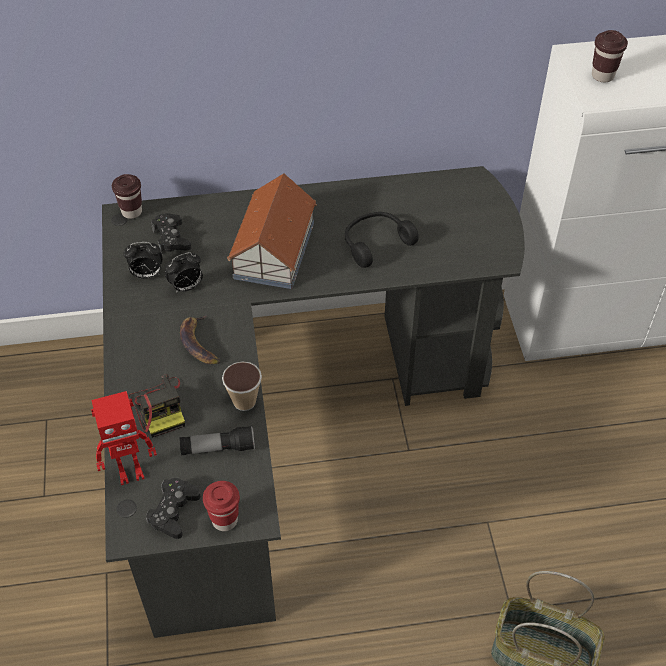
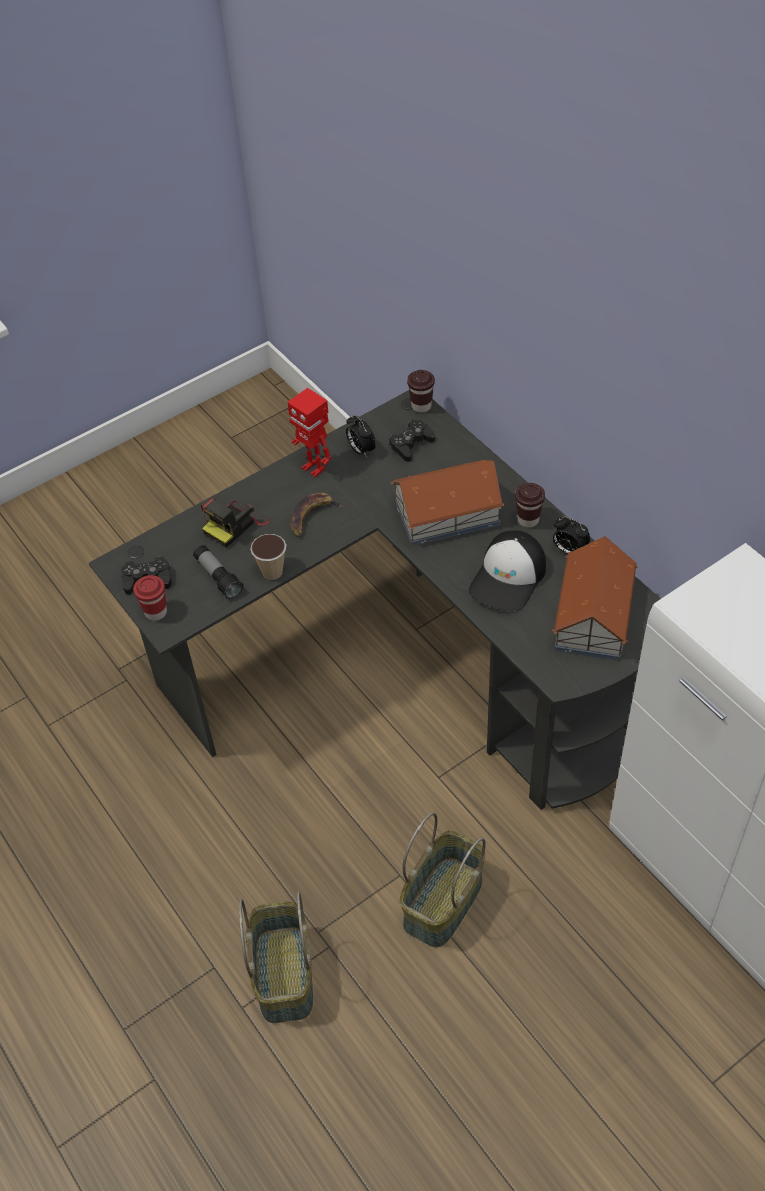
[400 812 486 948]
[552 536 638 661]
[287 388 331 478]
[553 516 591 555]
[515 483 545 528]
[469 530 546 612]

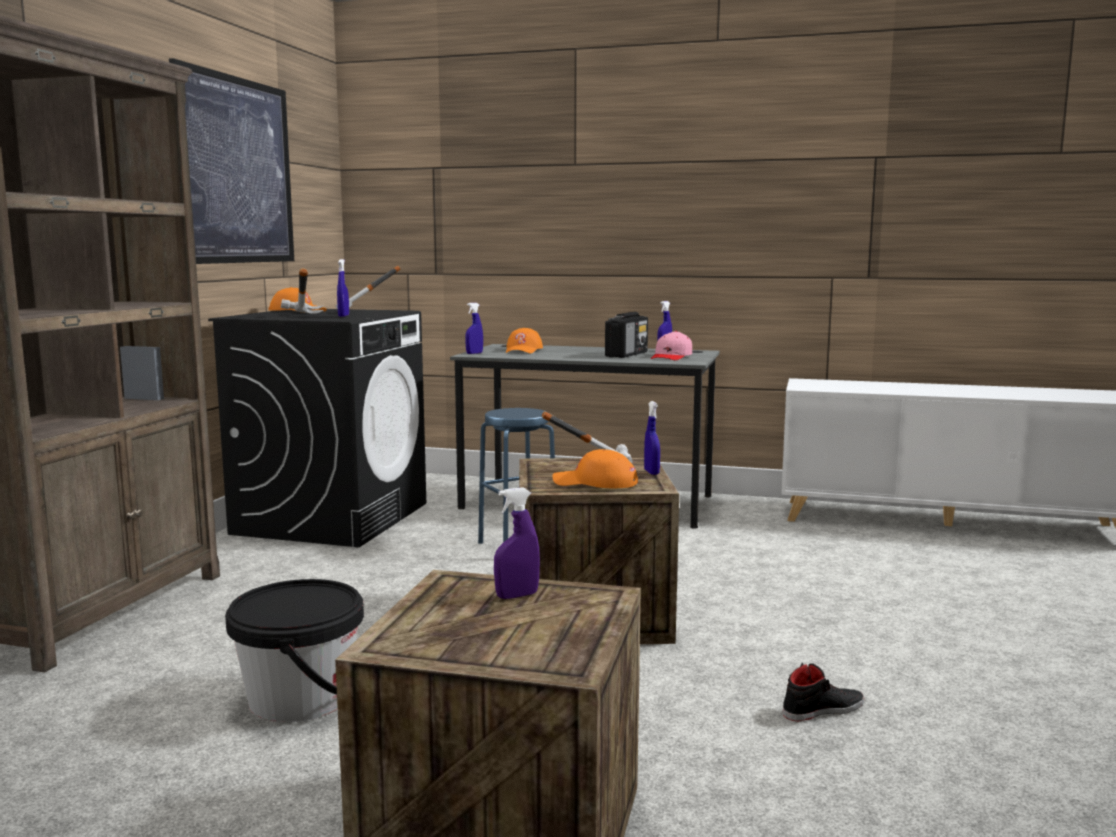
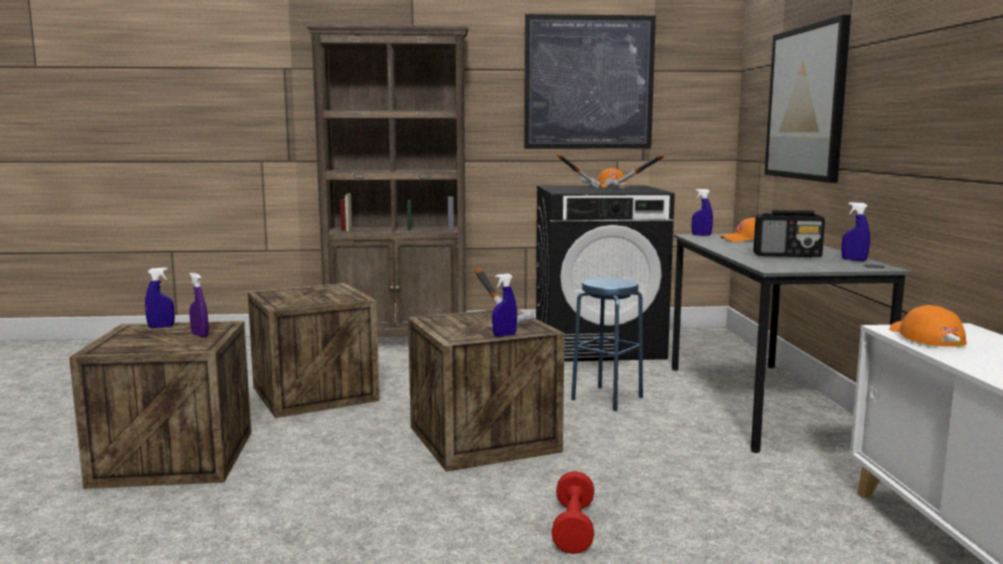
[651 331 692 360] (first image)
[783 663 864 722] (first image)
[552 471 594 554]
[764 15 851 183]
[145 267 175 328]
[889 305 966 347]
[248 283 380 418]

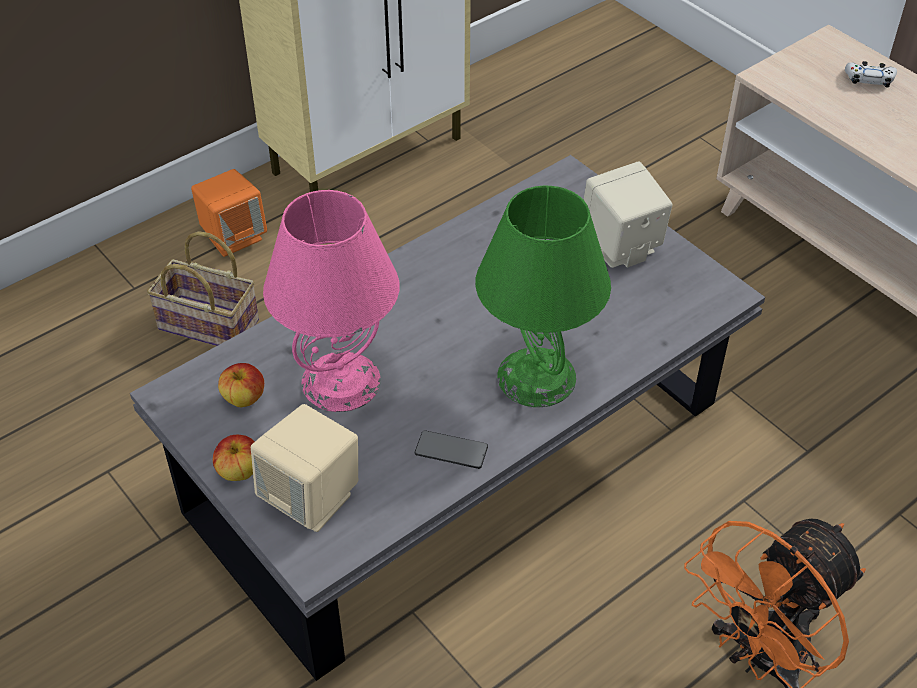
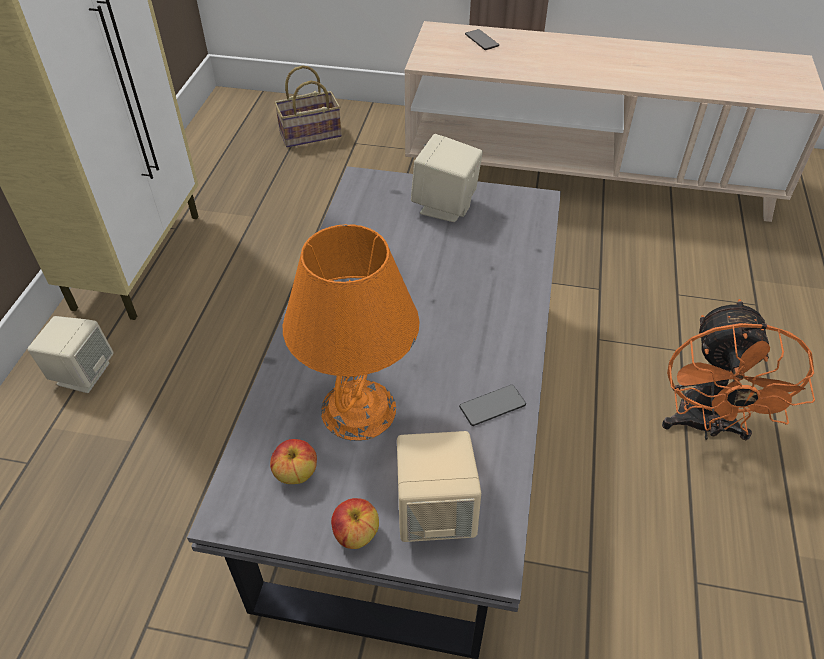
[475 186 611 407] (first image)
[274 65 342 148]
[465 29 499 50]
[27 316 114 393]
[283 224 420 441]

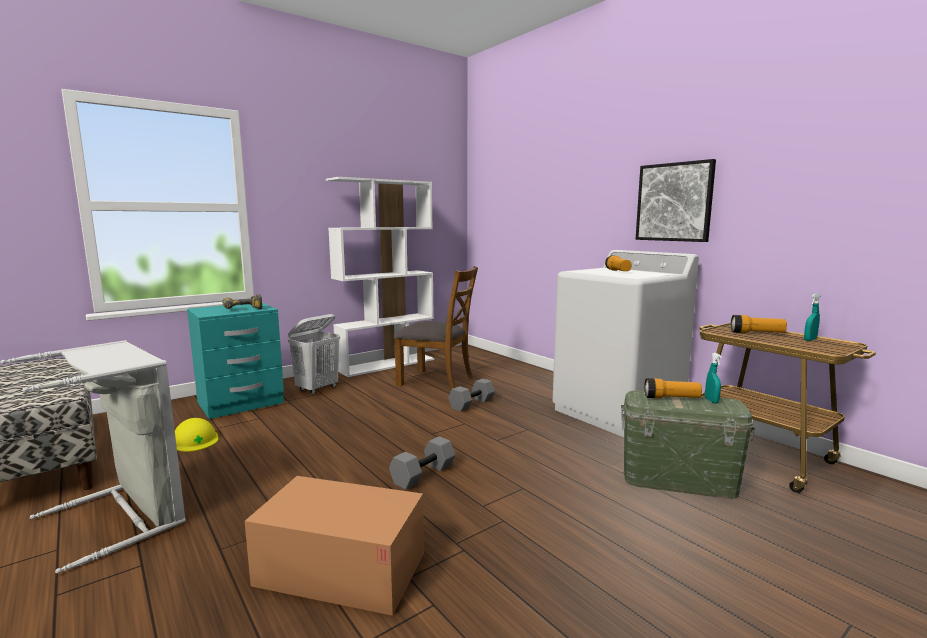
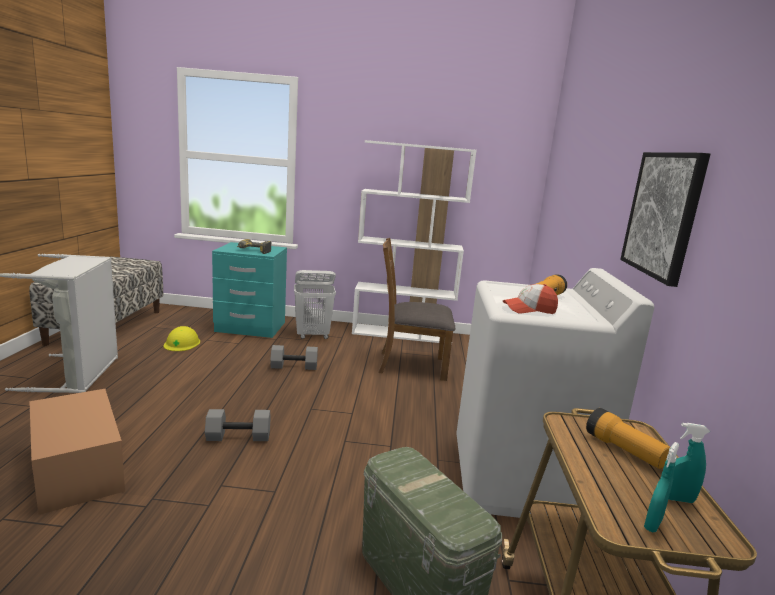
[644 378 702 398] (first image)
[503 284 558 314]
[270 345 318 370]
[644 442 679 532]
[378 238 456 381]

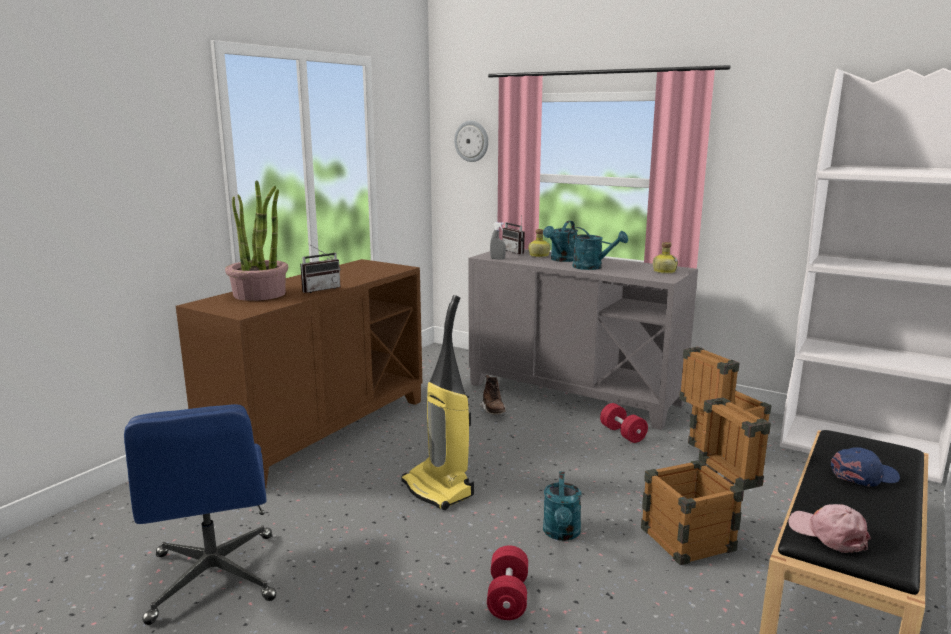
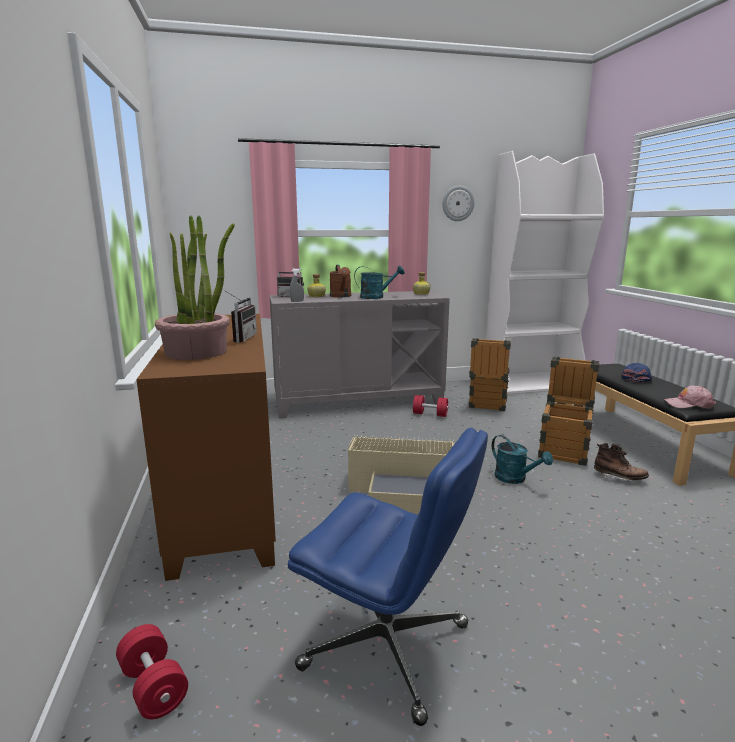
[443 186 474 221]
[594 443 649 482]
[116 624 188 719]
[348 435 454 515]
[329 265 351 297]

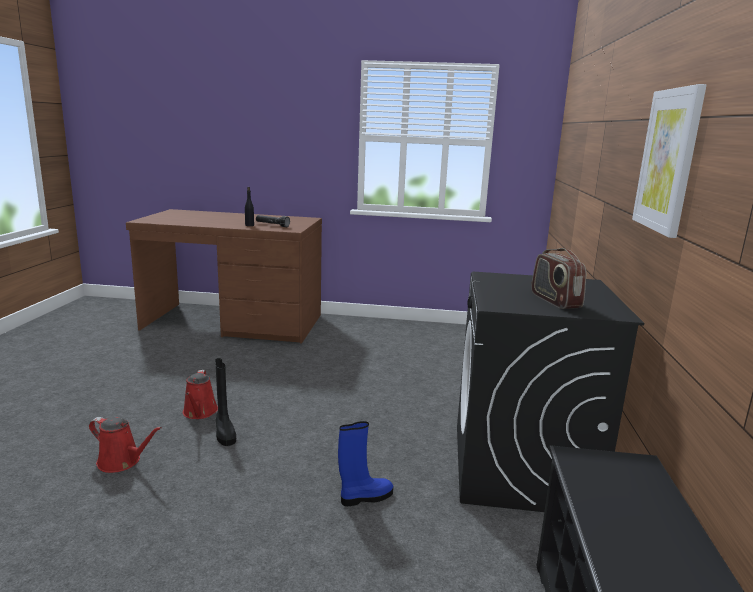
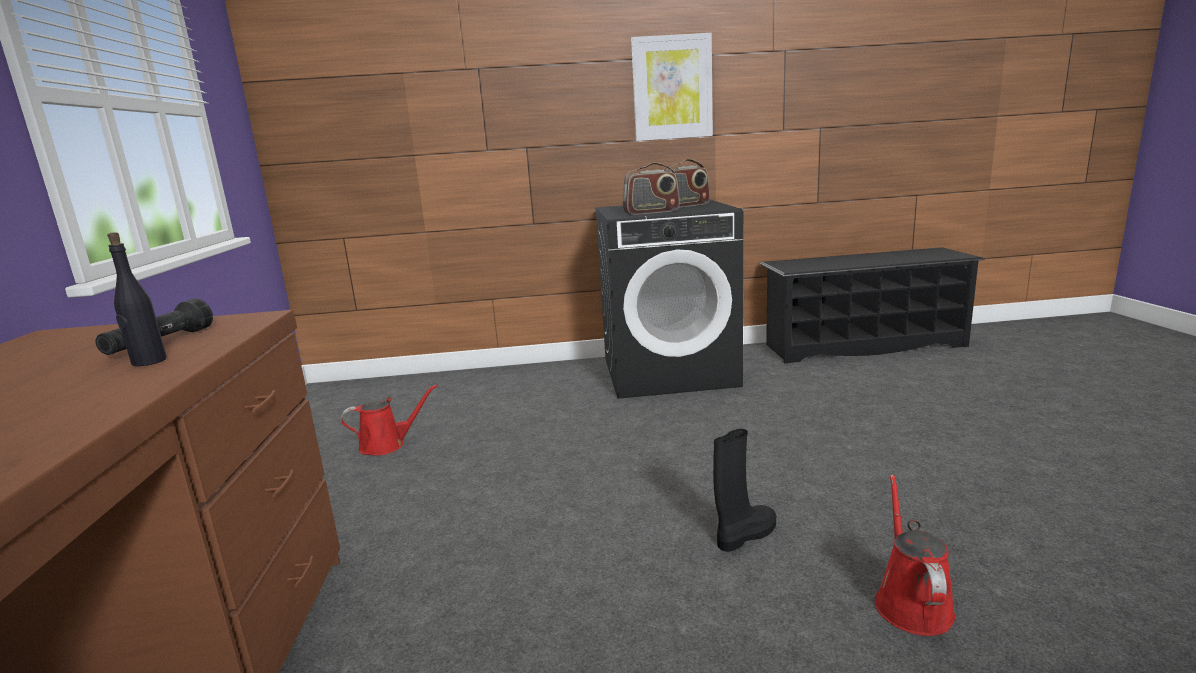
[338 421 394 506] (first image)
[623 162 680 215]
[341 384 437 456]

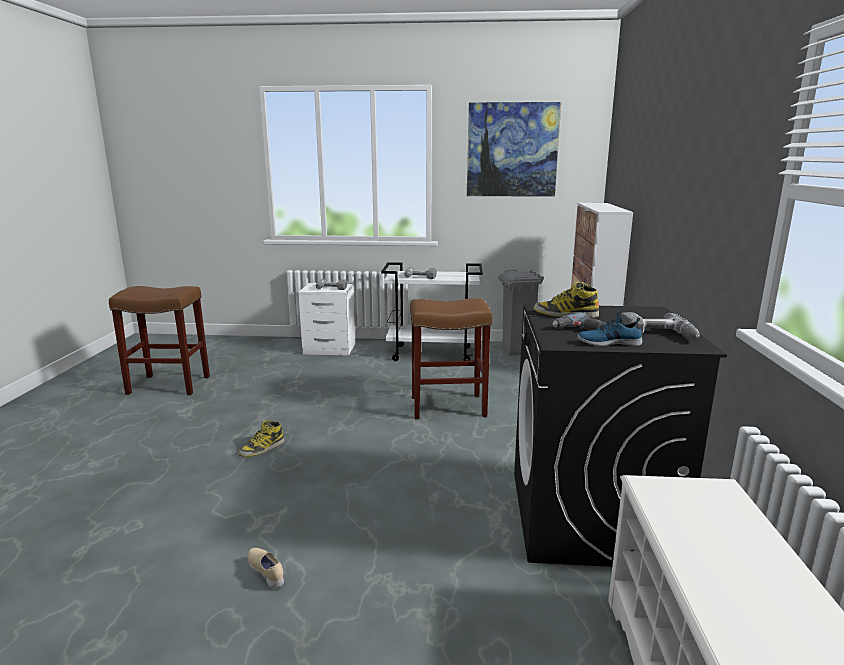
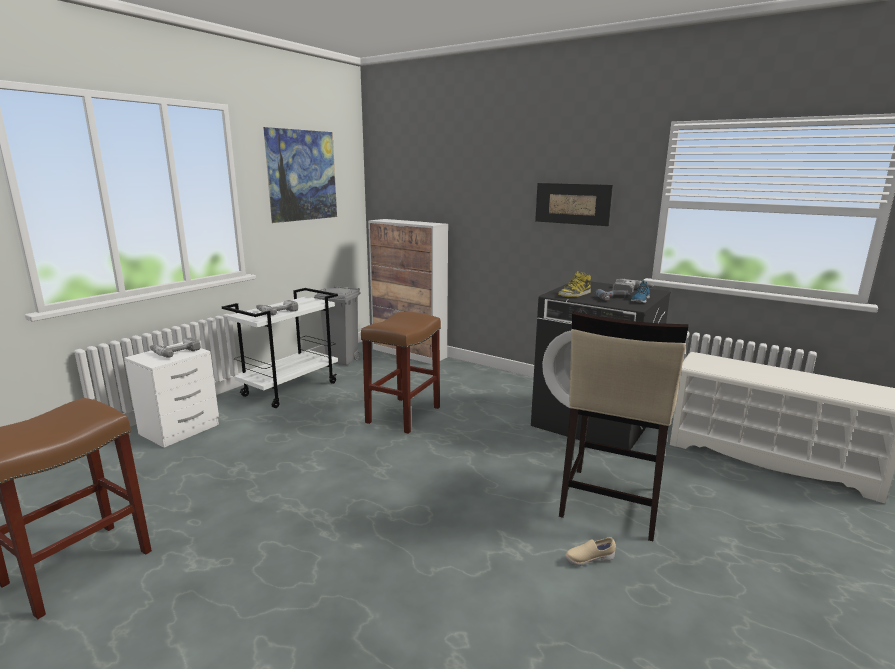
[238 420 285 457] (first image)
[535 183 613 226]
[559 312 688 541]

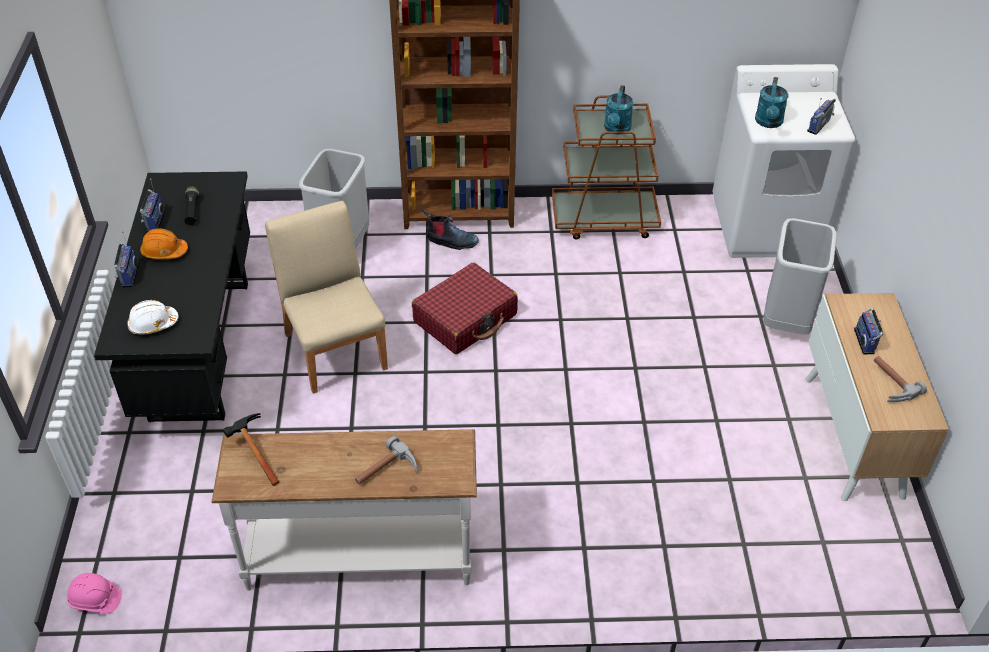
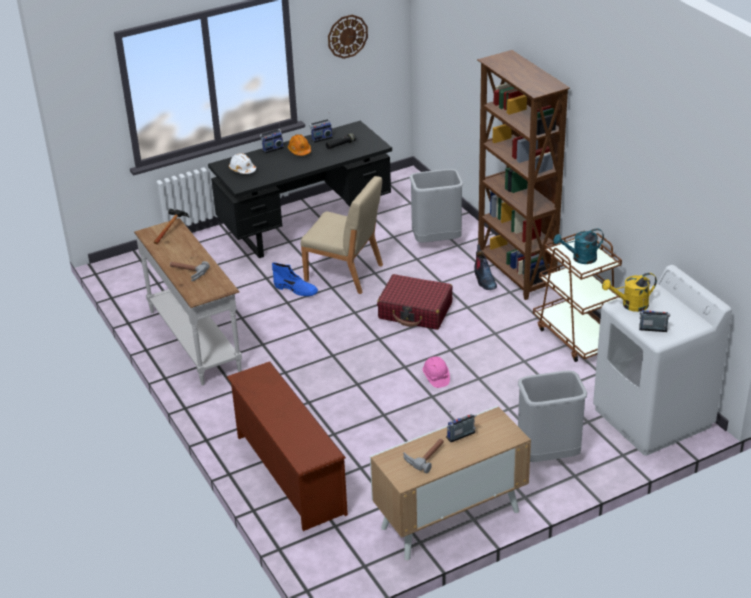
[227 361 348 531]
[272 262 318 296]
[328 15 368 59]
[422 356 450 388]
[602 273 657 312]
[300 176 383 294]

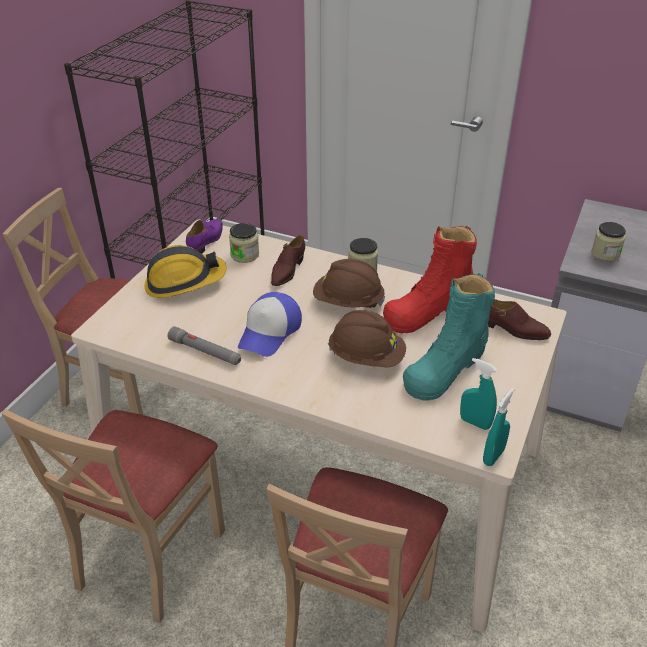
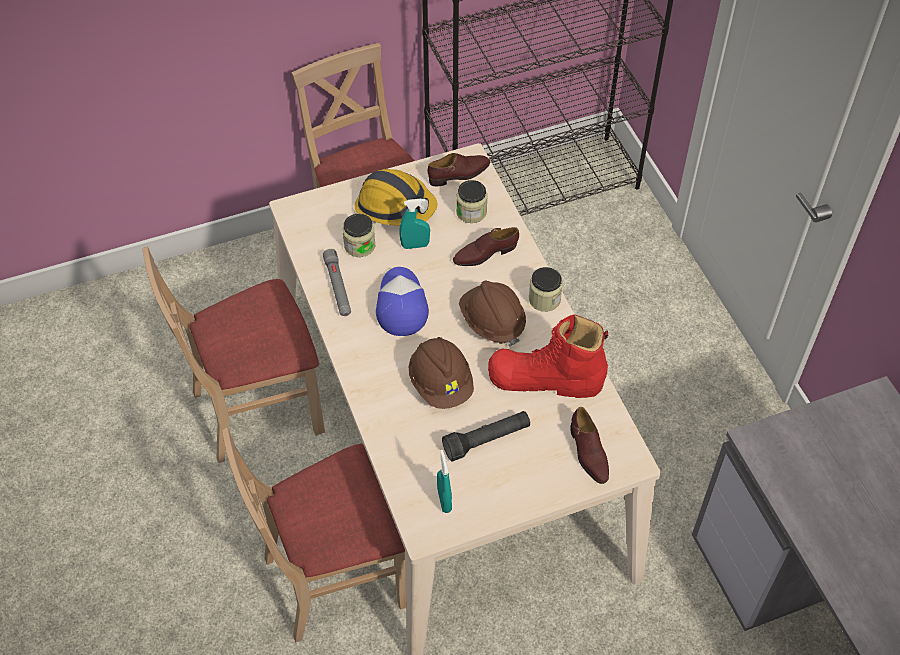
[399 198 430 249]
[343 214 375 257]
[442 411 530 462]
[428 153 490 186]
[376 267 429 336]

